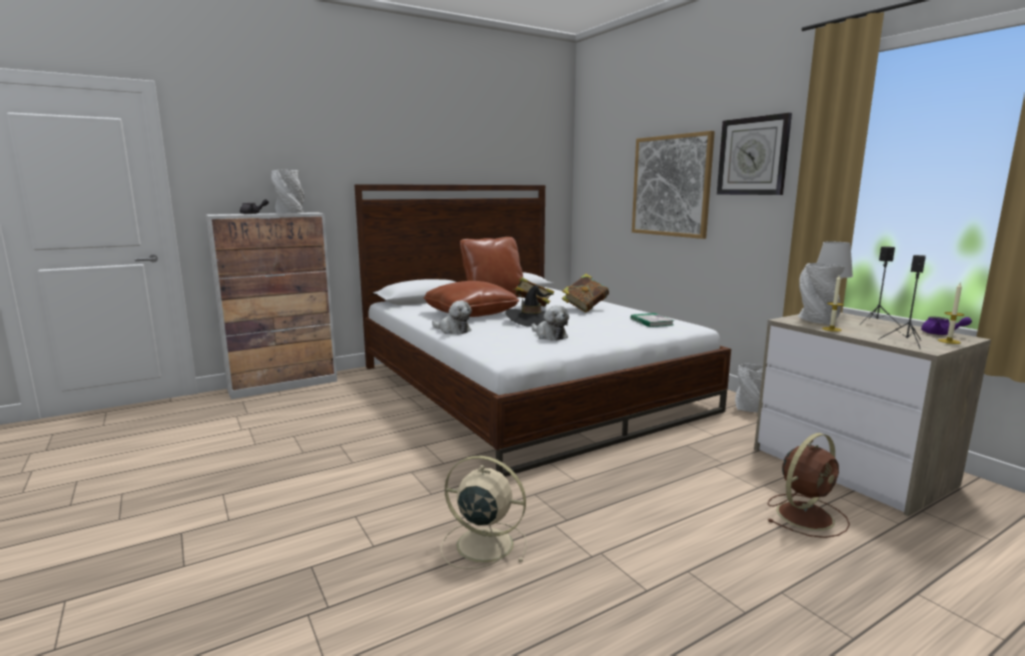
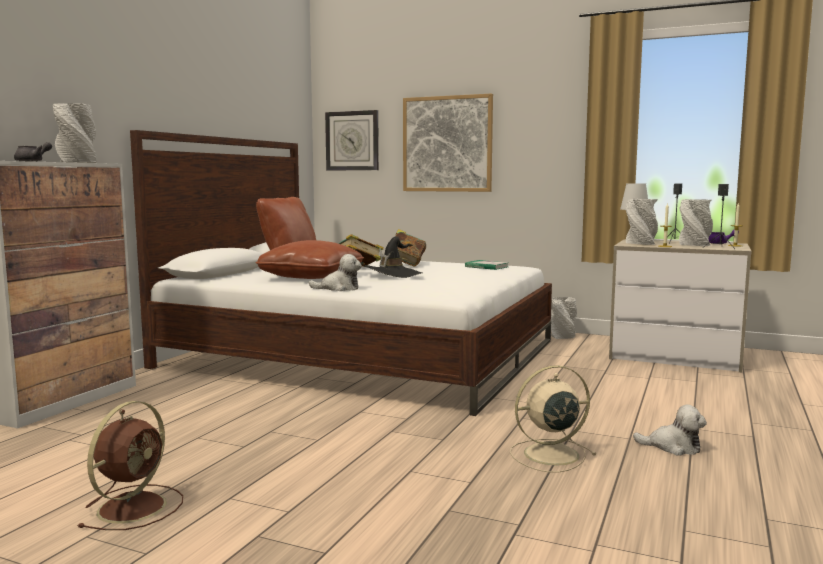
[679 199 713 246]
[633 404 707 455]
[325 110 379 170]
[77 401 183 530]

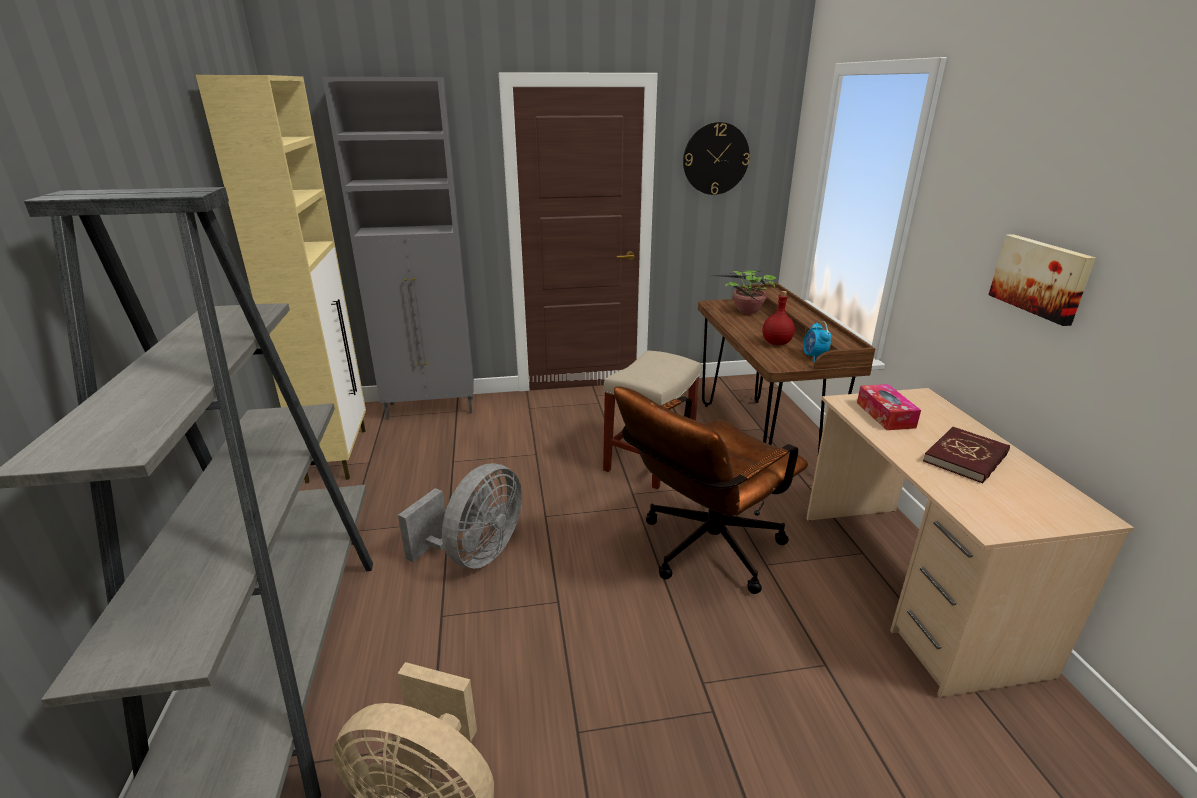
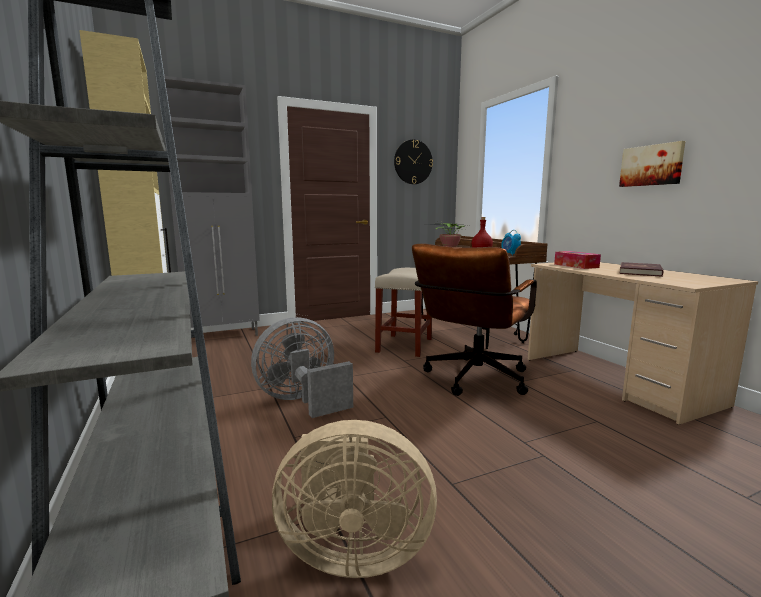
[251 317 353 418]

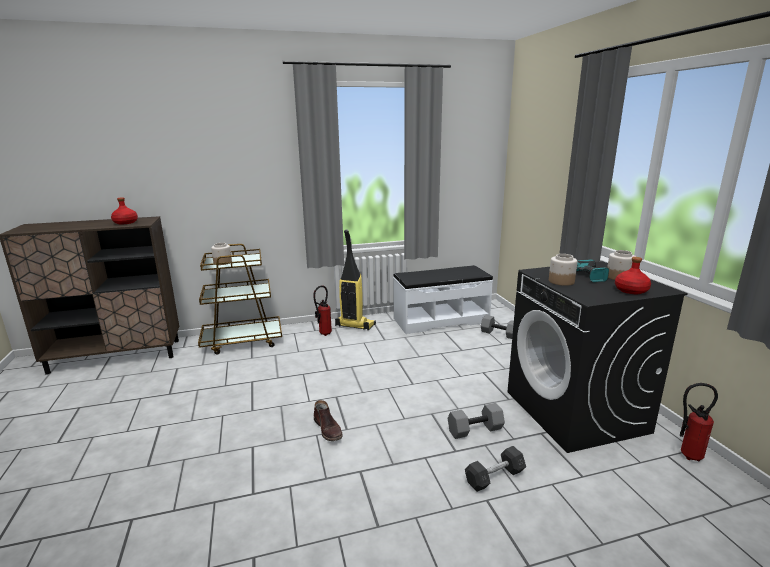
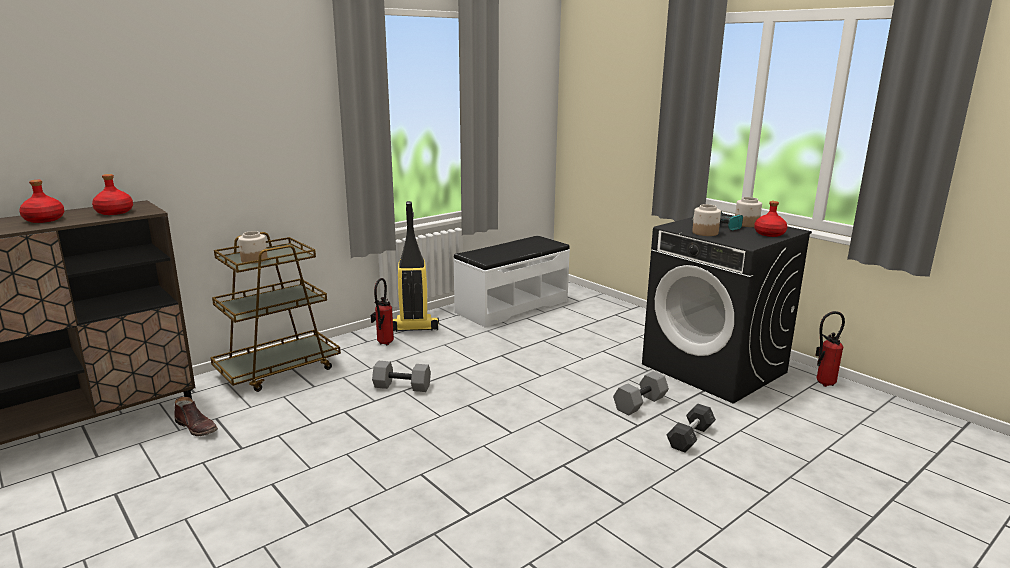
[19 180 64 223]
[174 397 218 436]
[372 361 431 392]

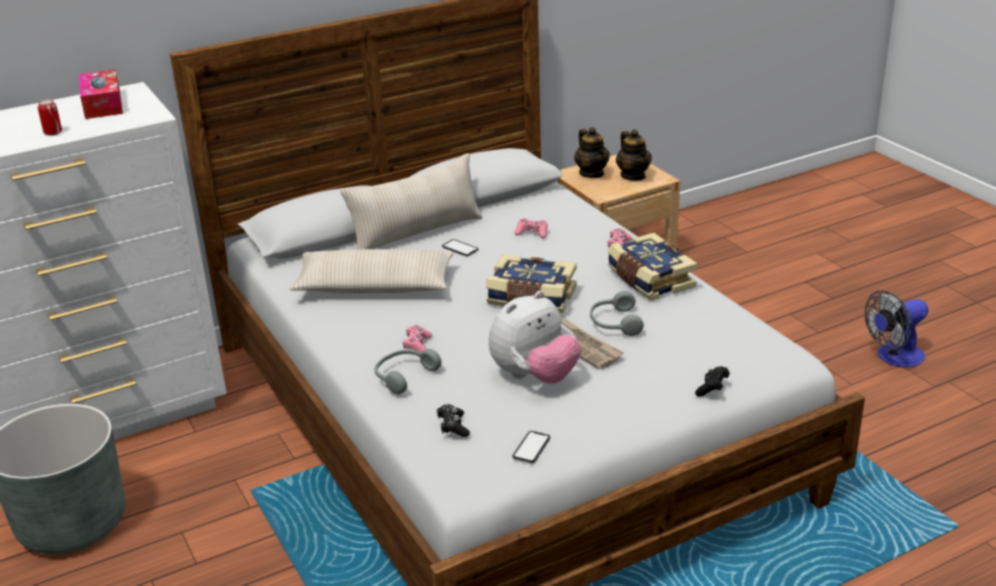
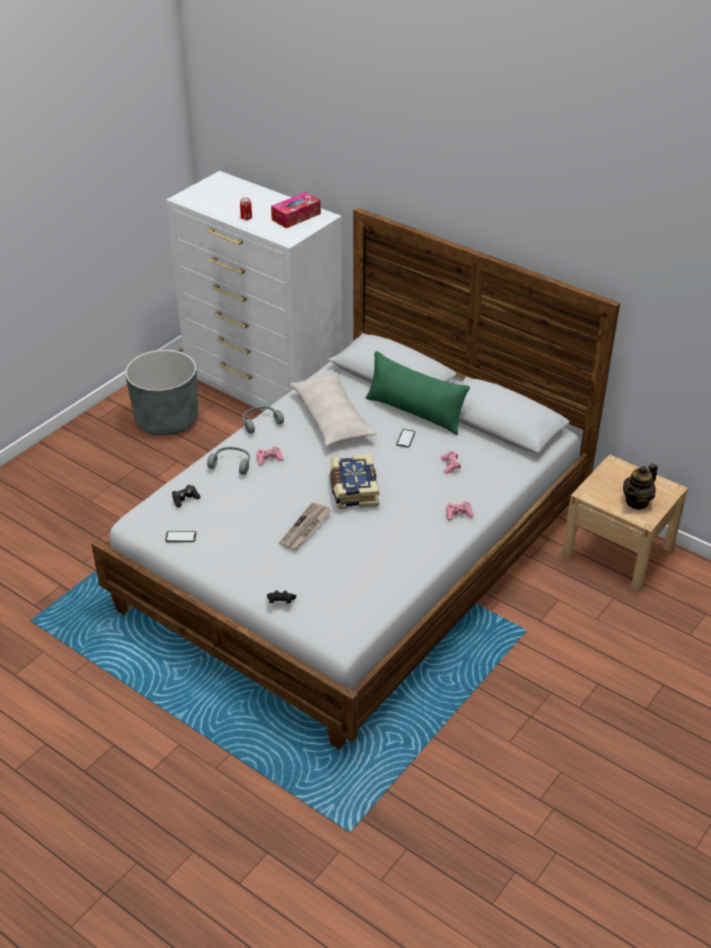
[489 291 581 384] (first image)
[574 127 610 178] (first image)
[608 233 697 301] (first image)
[865 290 928 367] (first image)
[242 406 284 434]
[366 351 470 435]

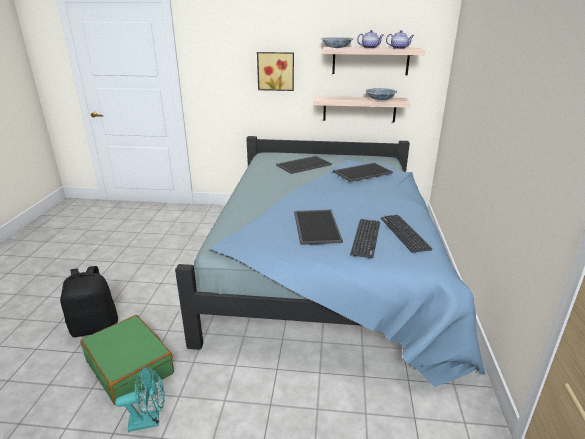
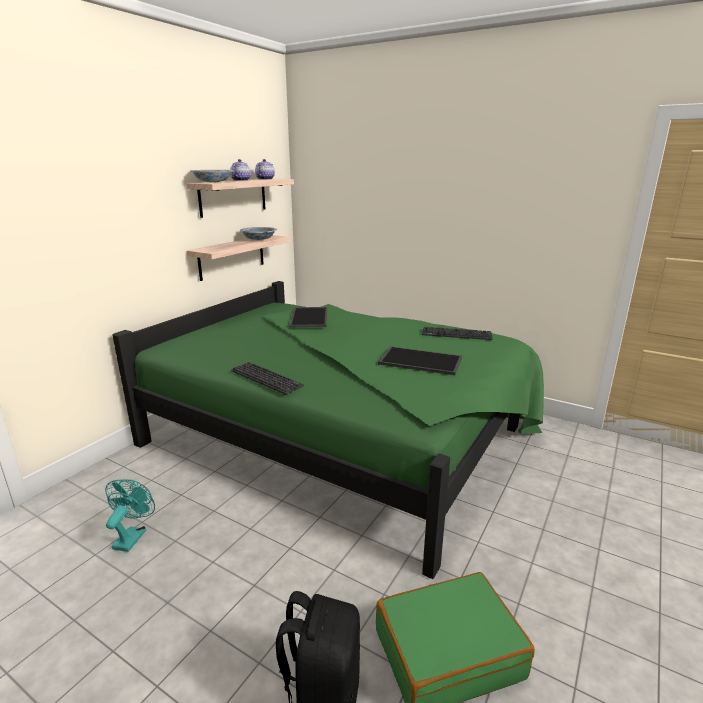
[257 52 294 91] (first image)
[276 156 332 174] (first image)
[105 479 155 552]
[231 362 304 395]
[113 281 544 579]

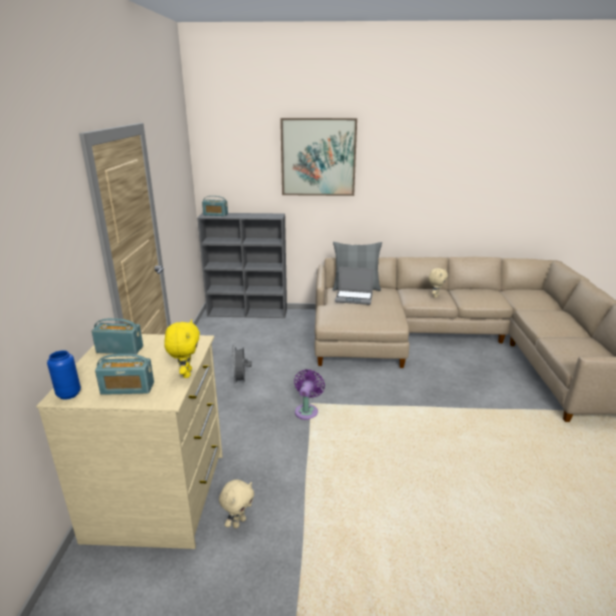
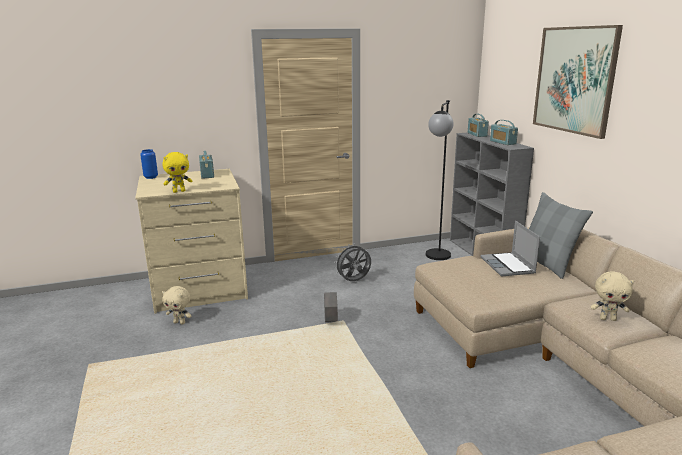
[426 100 454 260]
[490 120 518 145]
[324 292 338 322]

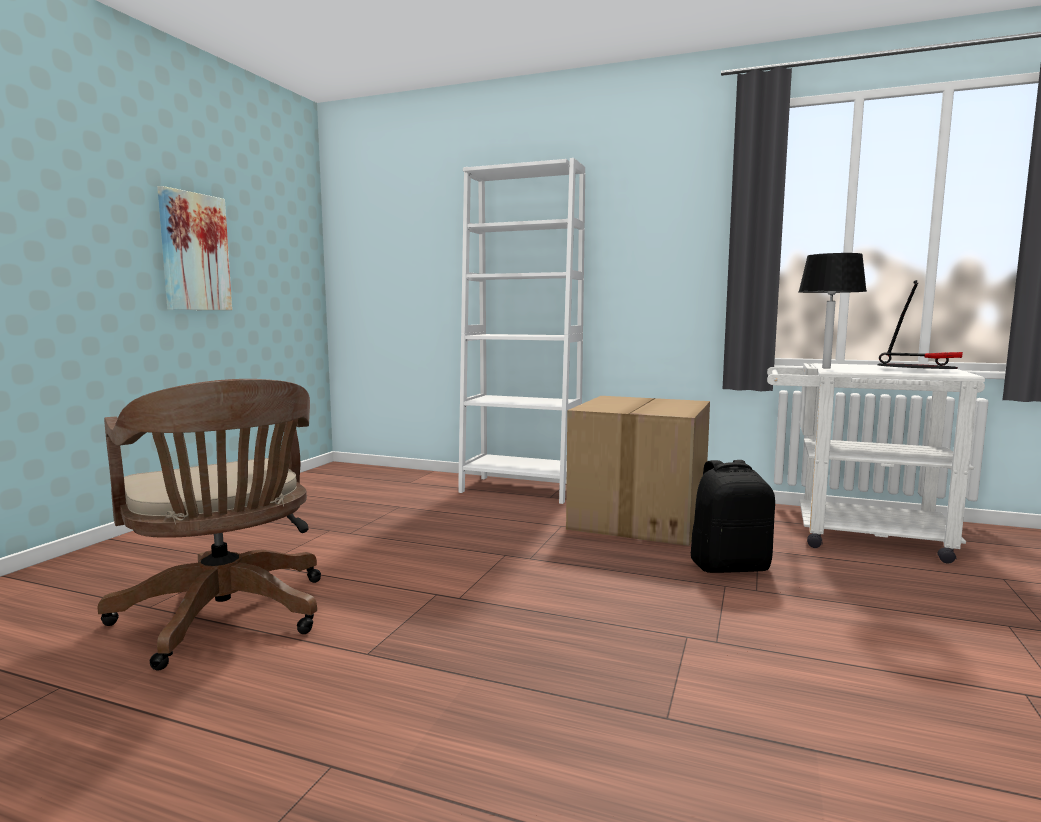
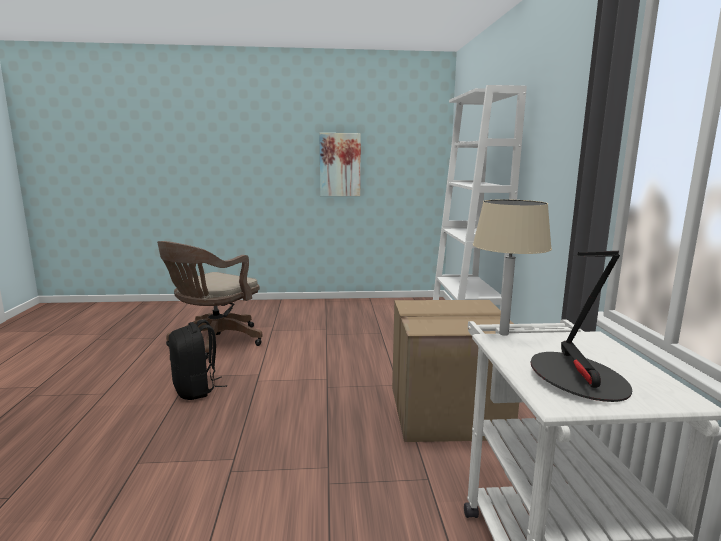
[169 319 227 400]
[473 199 552 336]

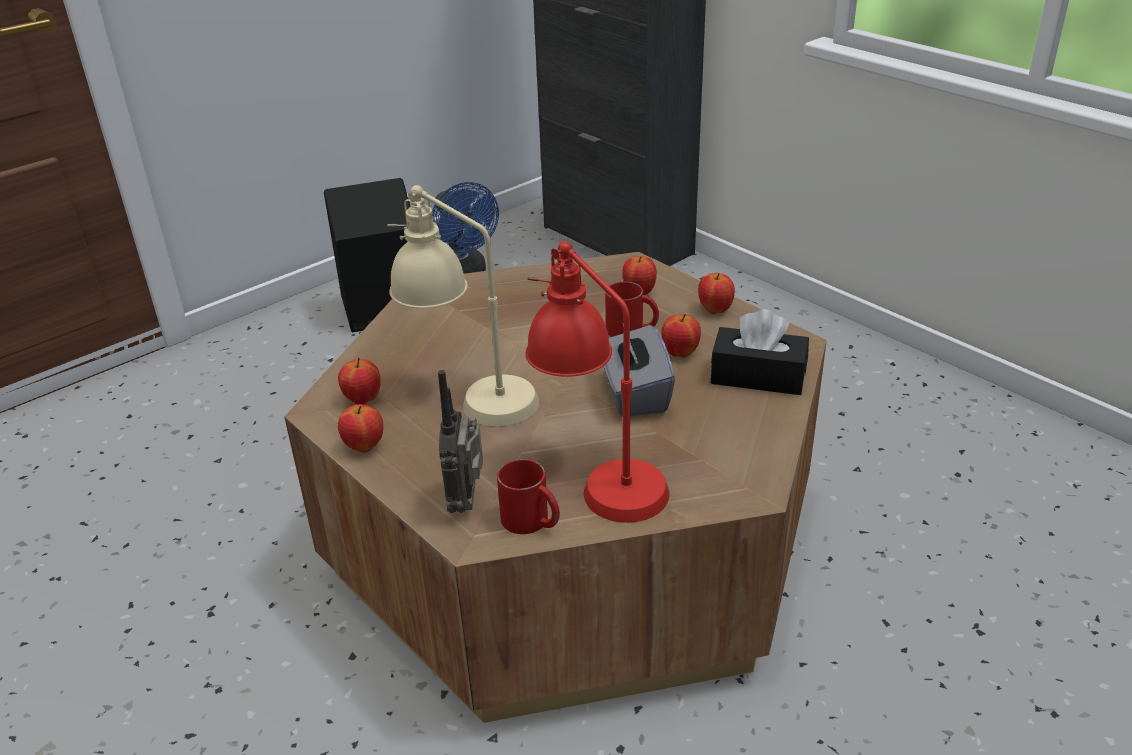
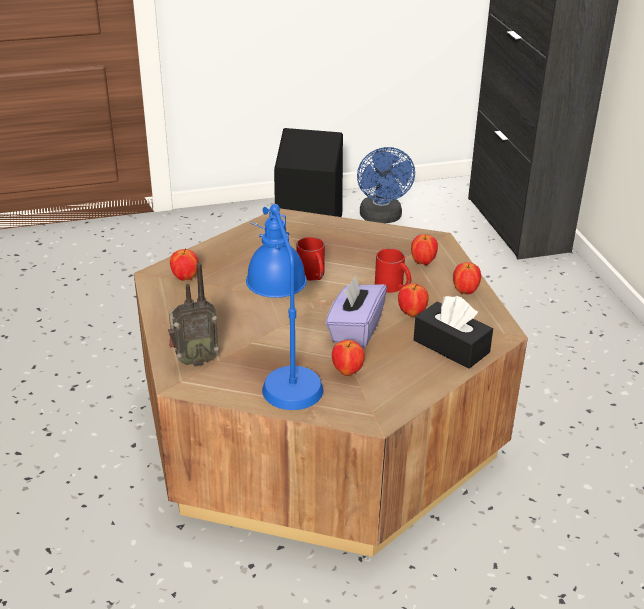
[387 185 539 426] (first image)
[332 340 365 376]
[296 237 325 280]
[246 204 323 410]
[325 275 387 348]
[168 263 219 367]

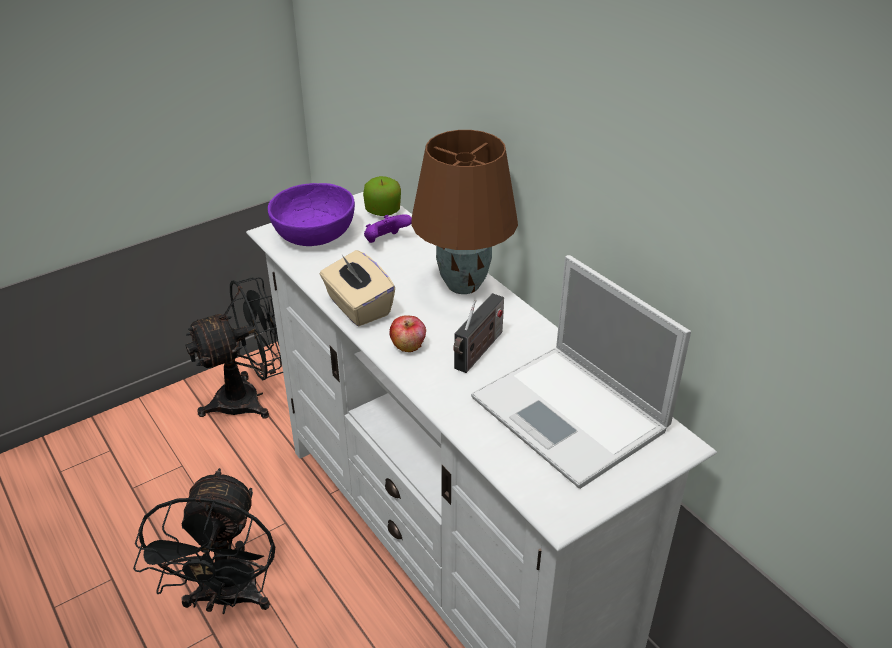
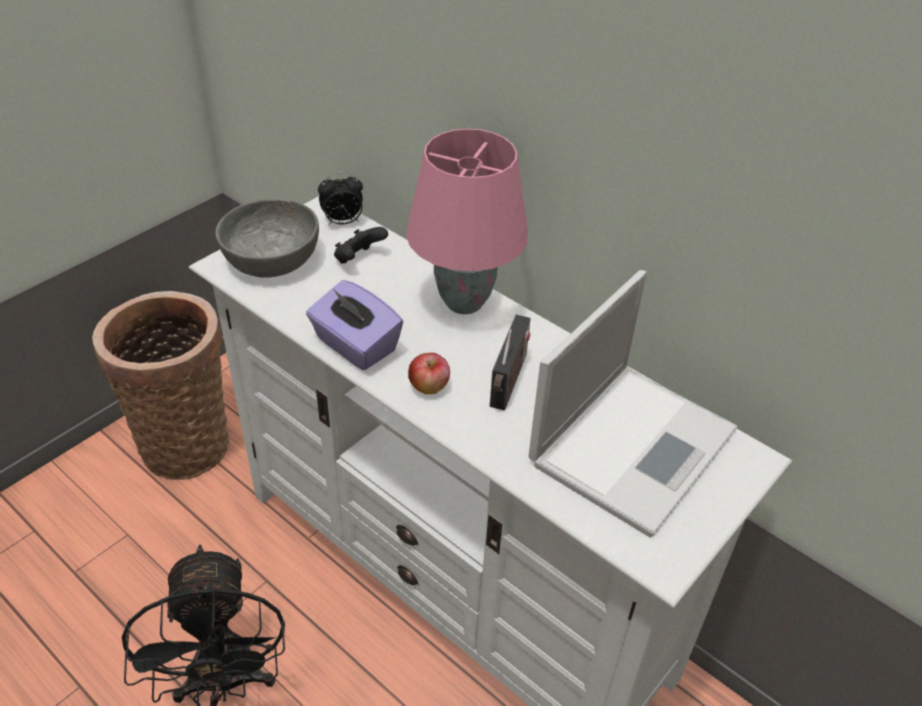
[92 291 230 480]
[318 172 363 225]
[216 198 319 278]
[306 280 403 370]
[334 227 388 264]
[406 129 528 314]
[528 270 738 537]

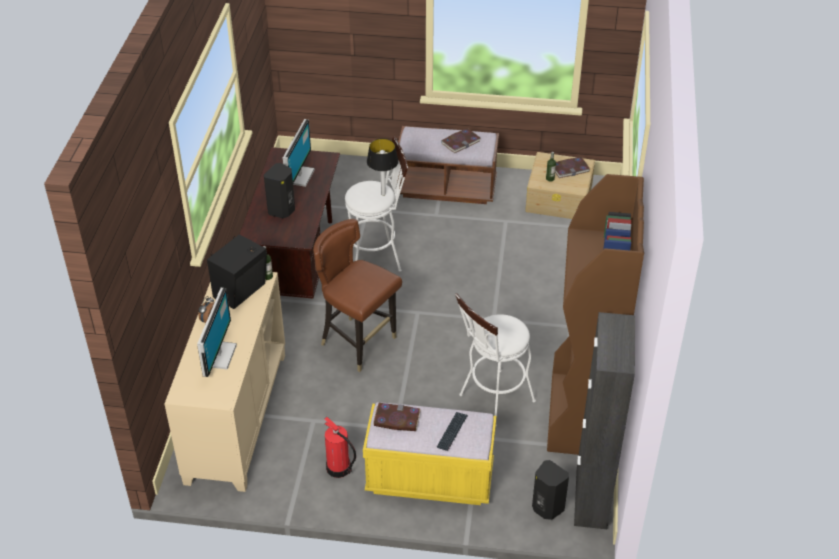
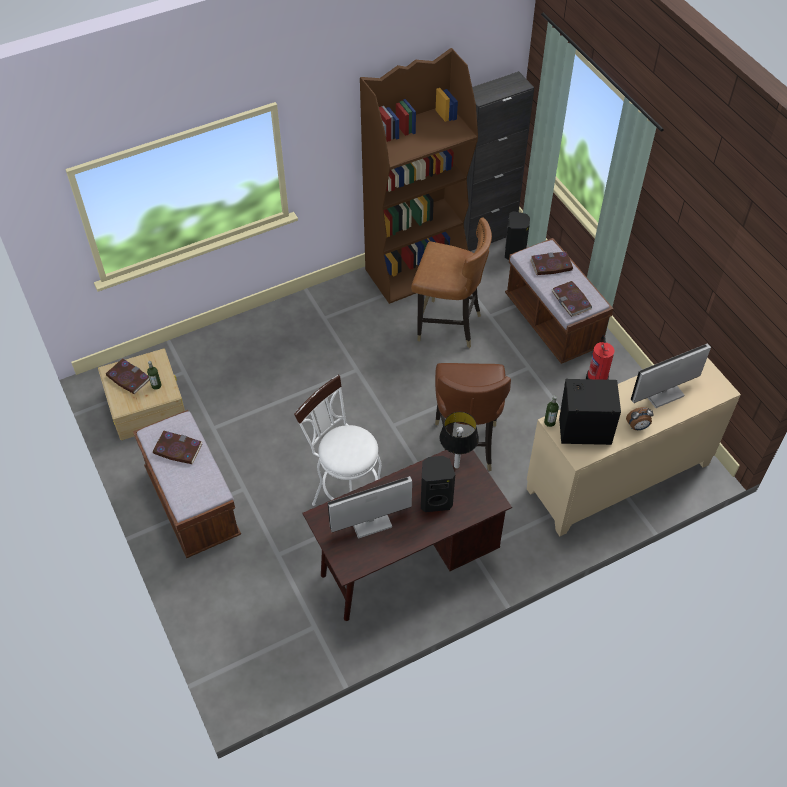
[440 412 479 469]
[530 252 573 275]
[411 218 492 348]
[505 238 614 364]

